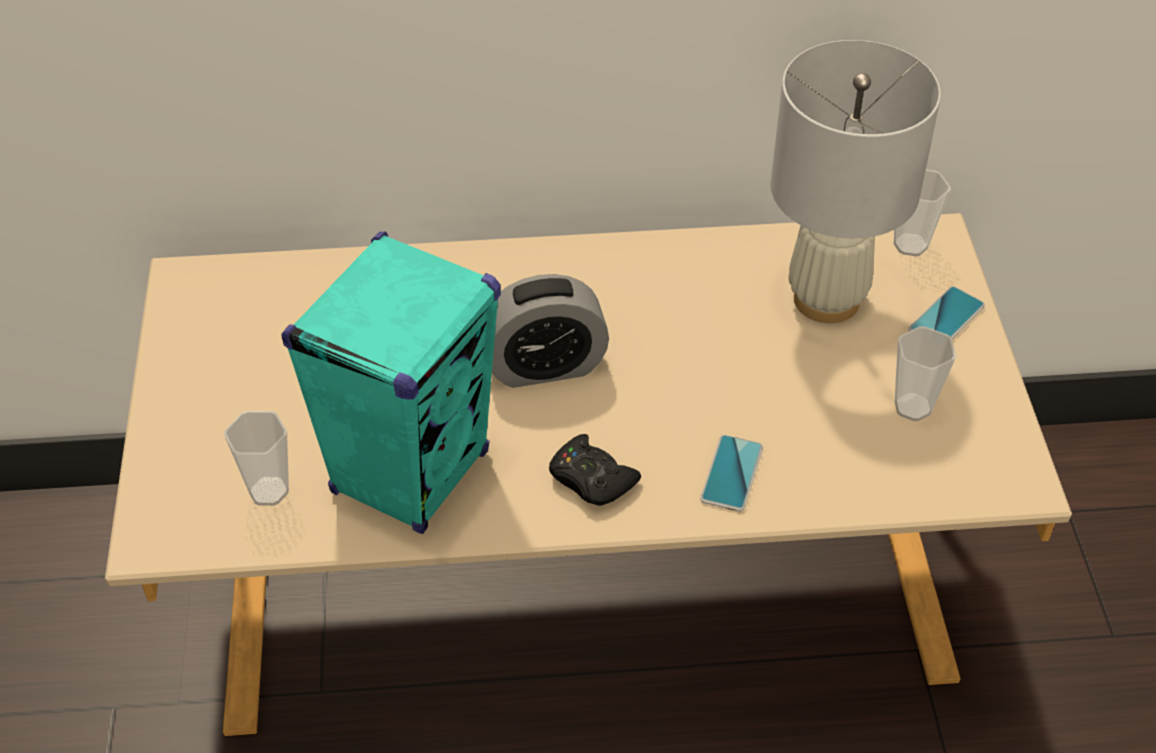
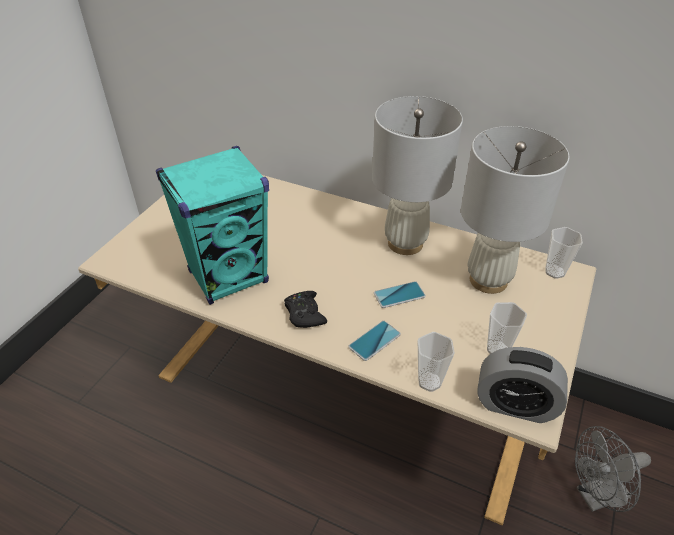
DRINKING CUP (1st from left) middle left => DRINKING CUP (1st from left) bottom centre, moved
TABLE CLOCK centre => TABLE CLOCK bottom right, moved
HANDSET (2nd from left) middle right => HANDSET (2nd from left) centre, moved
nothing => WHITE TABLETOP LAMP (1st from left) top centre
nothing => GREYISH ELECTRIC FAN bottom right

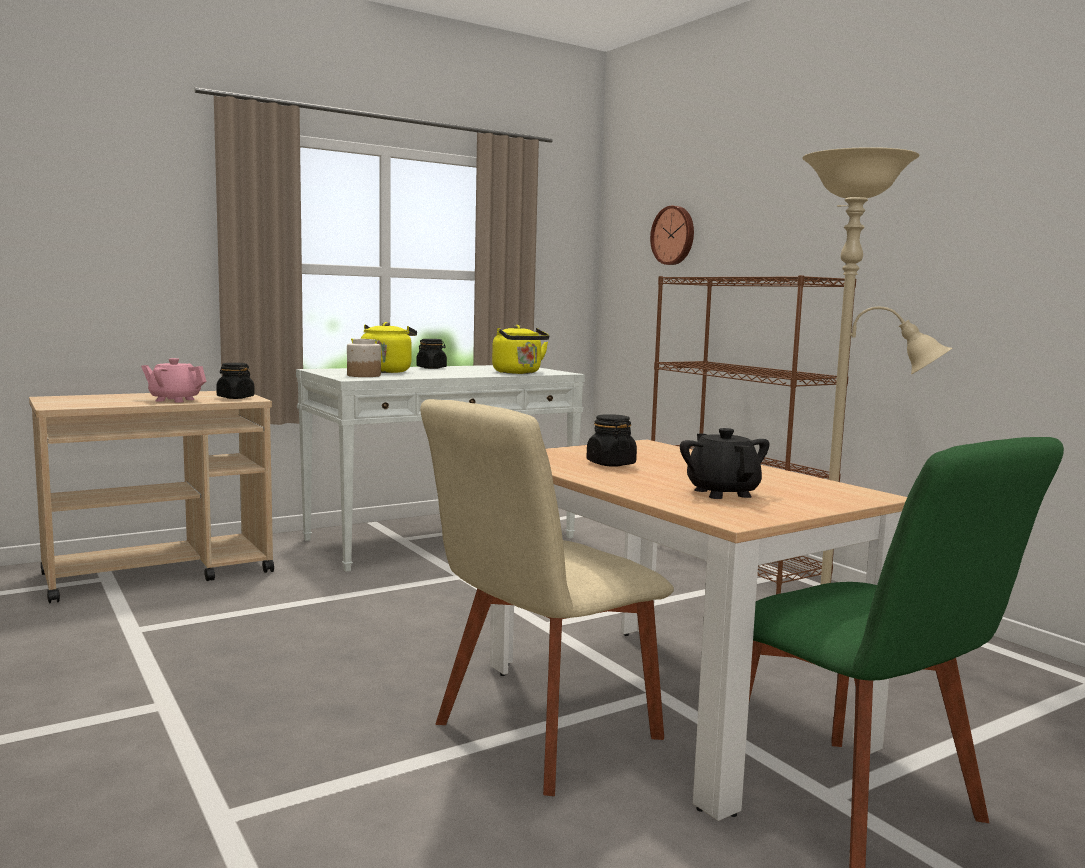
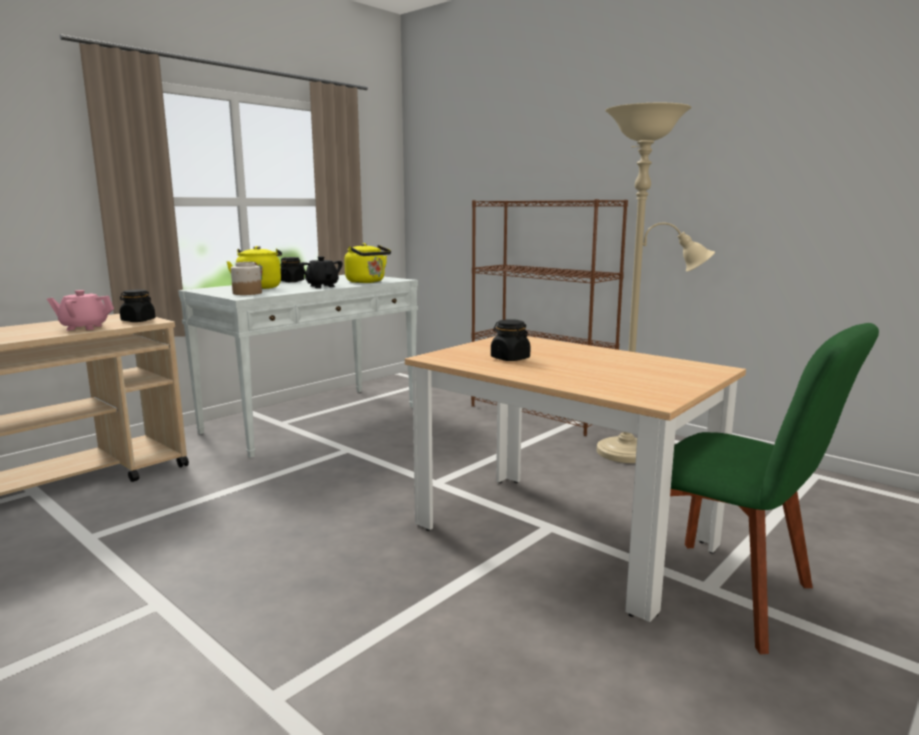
BEIGE-COLOURED PLAIN CHAIR bottom centre => nothing
CLOCK ON THE WALL top centre => nothing
BLACK TEA POT middle right => BLACK TEA POT centre, moved

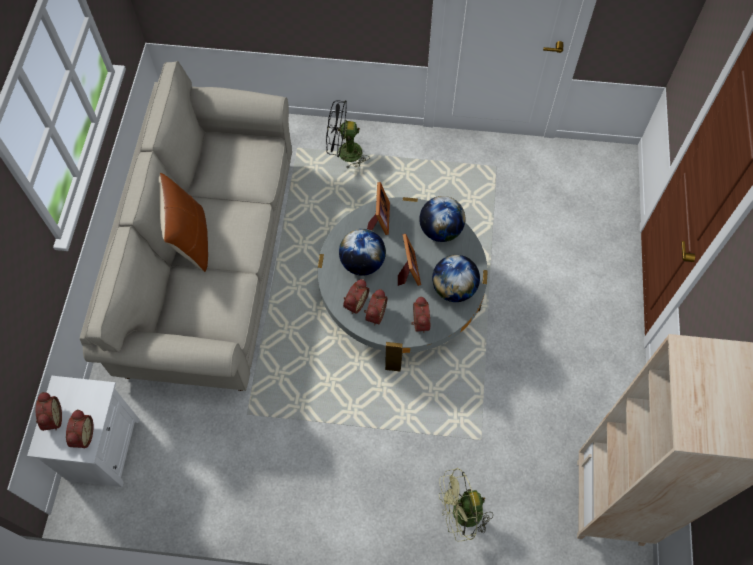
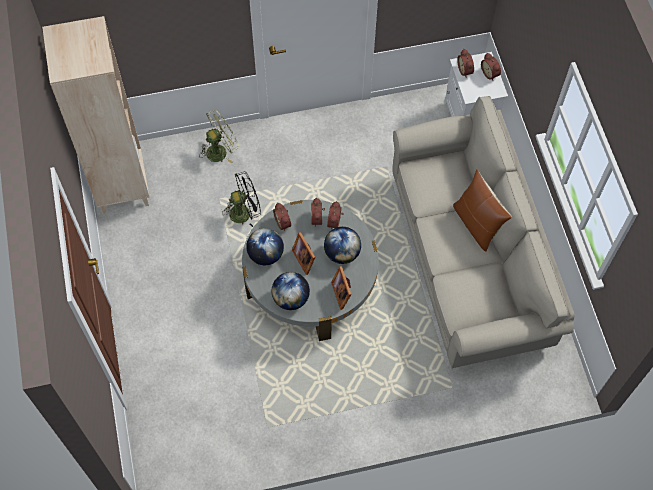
BLACK ELECTRIC FAN top centre => BLACK ELECTRIC FAN centre, moved

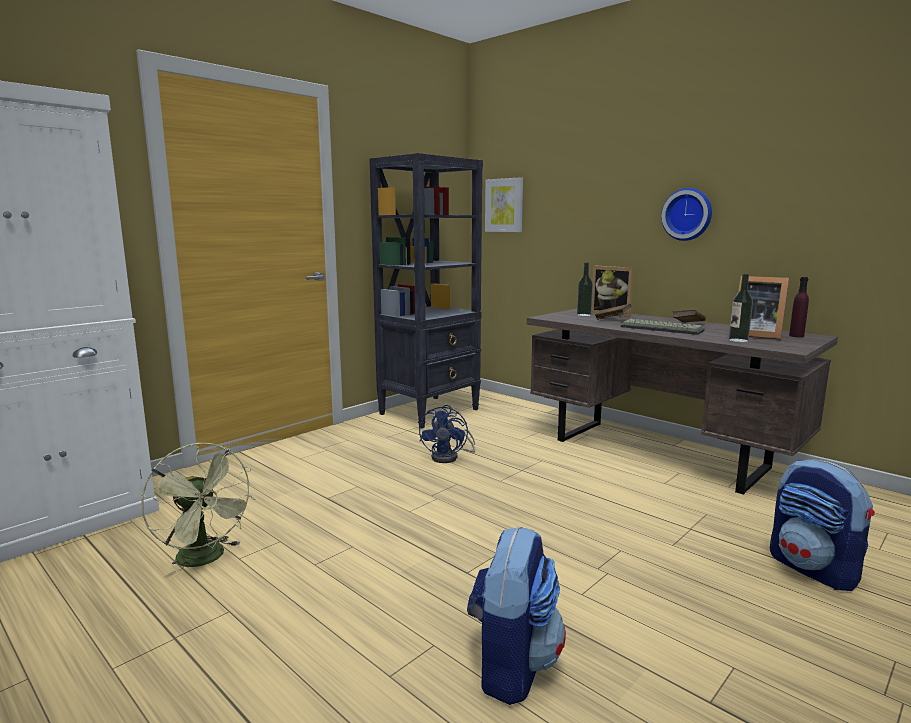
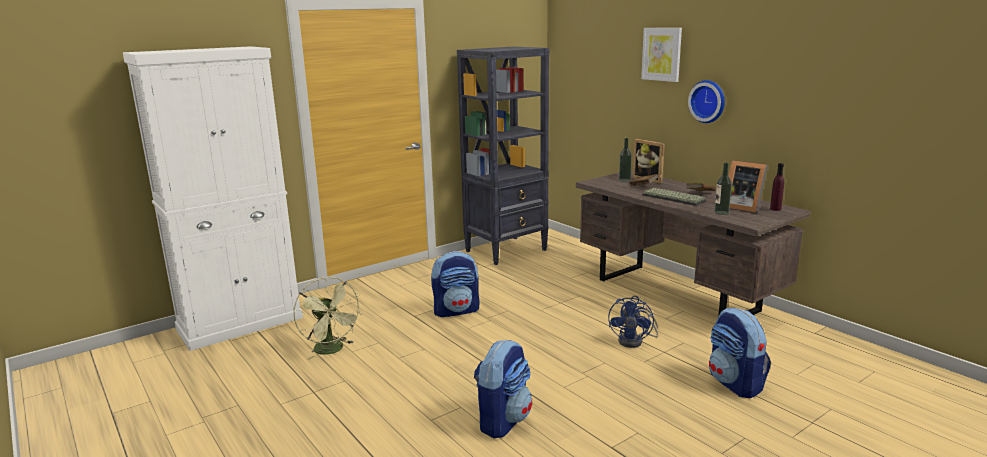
BLUE-COLOURED ELECTRIC FAN centre => BLUE-COLOURED ELECTRIC FAN bottom centre, moved
WALL ART top centre => WALL ART top right, moved
nothing => RUCKSACK (1st from left) centre

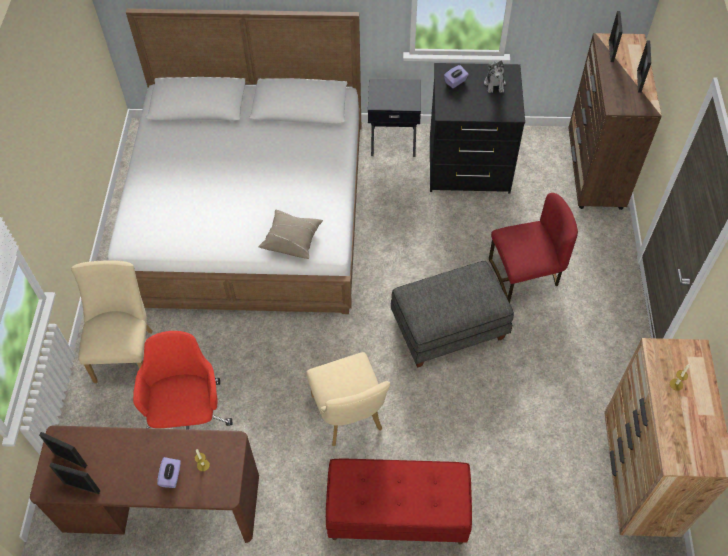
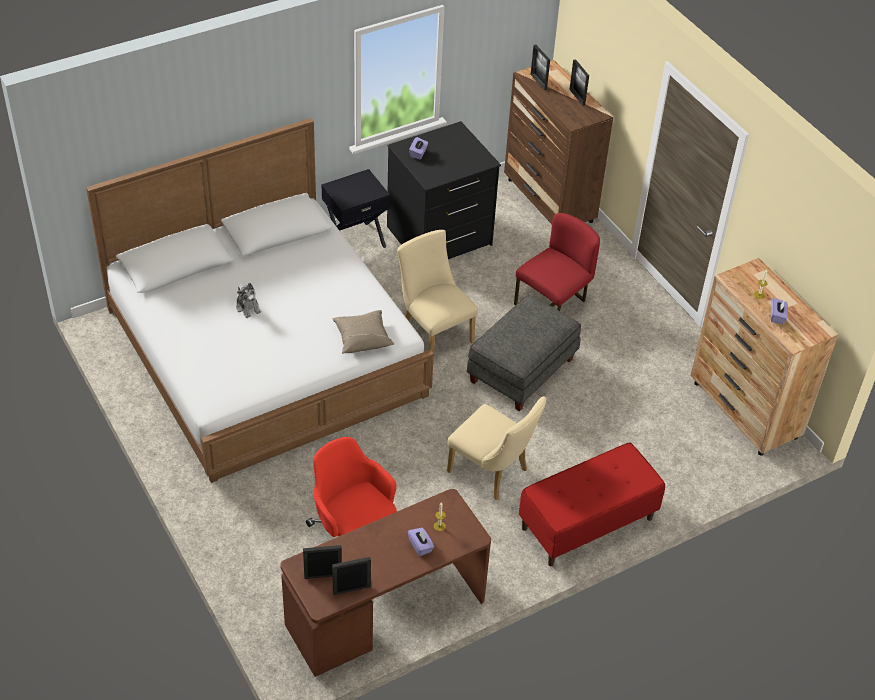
BEIGE-COLOURED PLAIN CHAIR (1st from left) middle left => BEIGE-COLOURED PLAIN CHAIR (1st from left) centre, moved
SOFT TOY top right => SOFT TOY middle left, moved
nothing => PURPLISH TISSUE HOLDER (3rd from left) middle right

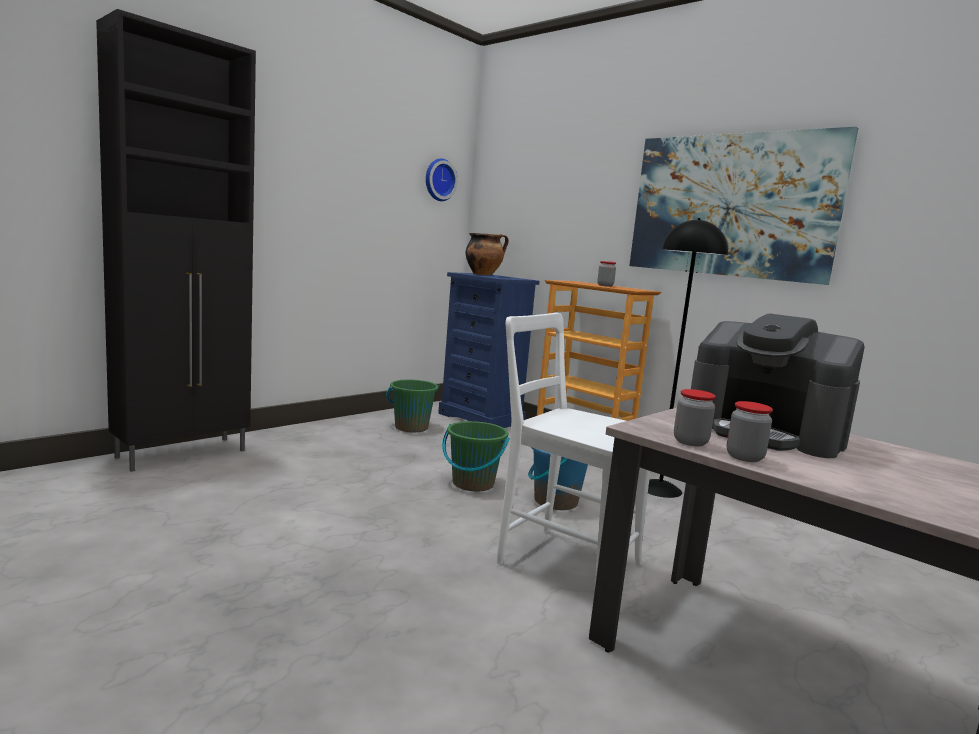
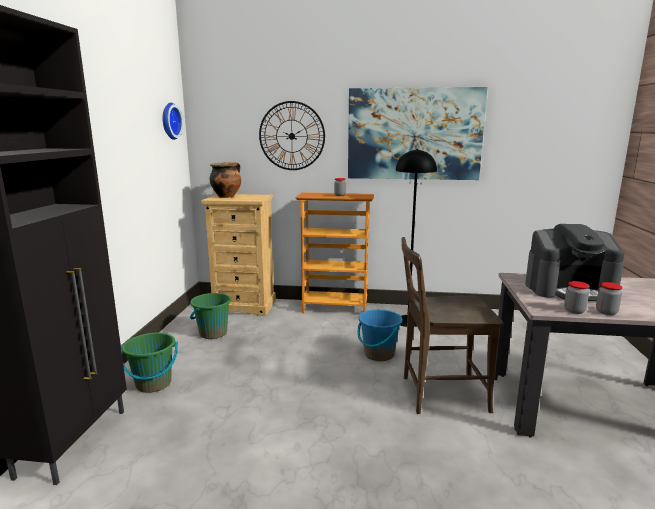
BLUE-COLOURED CHEST OF DRAWERS centre => BEIGE-COLOURED CHEST OF DRAWERS centre
GREEN WATER BUCKET (2nd from left in the first image) centre => GREEN WATER BUCKET (1st from left) bottom left, moved
WHITE PLAIN CHAIR centre => BROWN PLAIN CHAIR middle right
nothing => CLOCK ON THE WALL (2nd from left) top centre

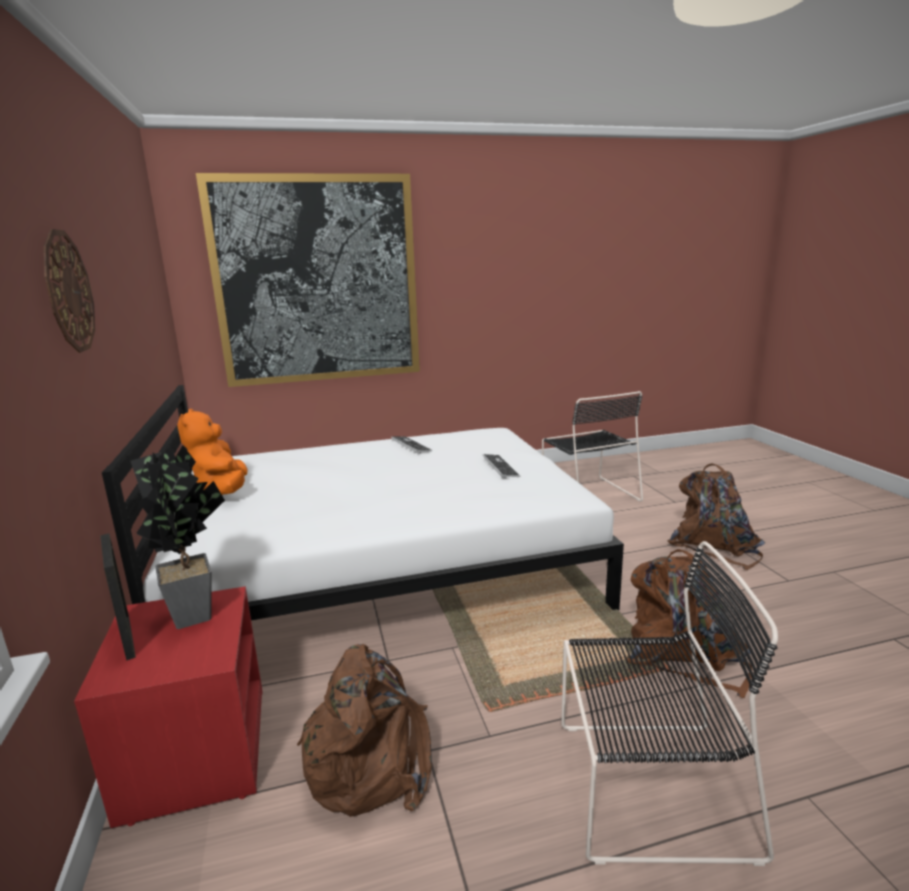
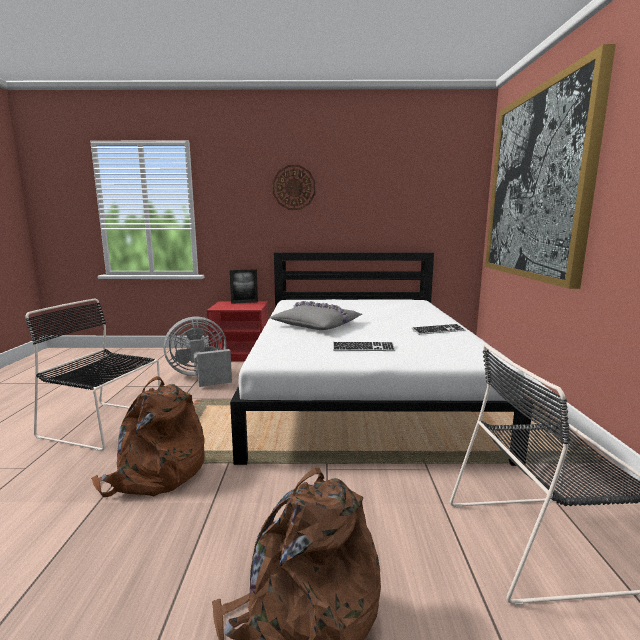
POTTED PLANT middle left => nothing
ORANGEY SOFT TOY middle left => nothing
BROWN RUCKSACK (1st from left) bottom centre => GREYISH ELECTRIC FAN middle left
BLACK PLAIN CHAIR (2nd from left in the first image) bottom right => BLACK PLAIN CHAIR (1st from left) middle left, 90 degrees clockwise
nothing => GREYISH THROW PILLOW centre

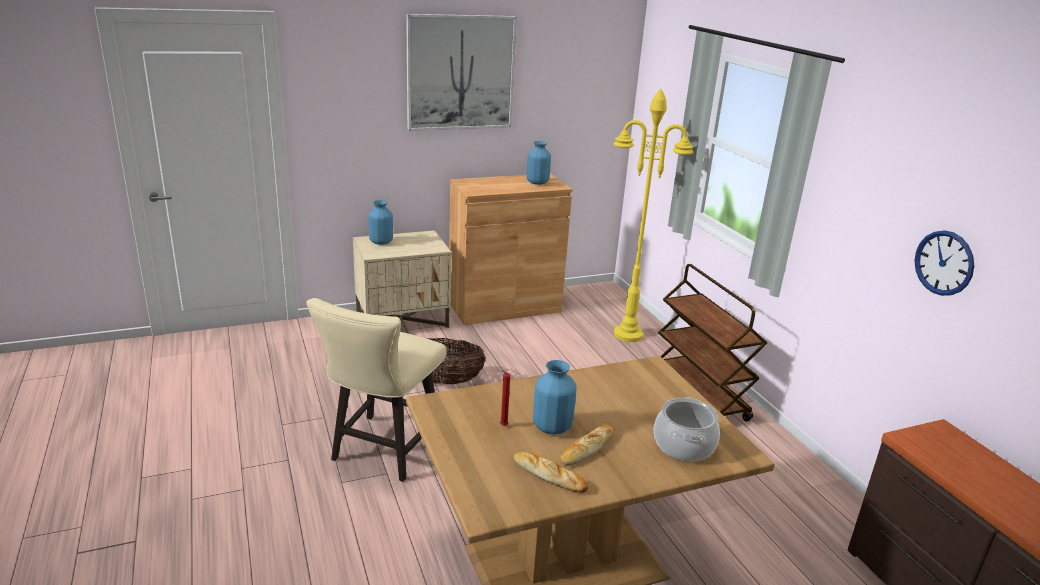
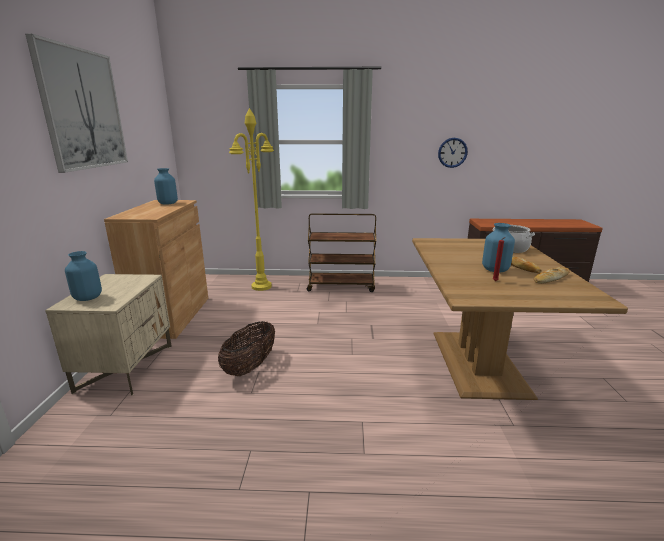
BEIGE-COLOURED PLAIN CHAIR bottom centre => nothing

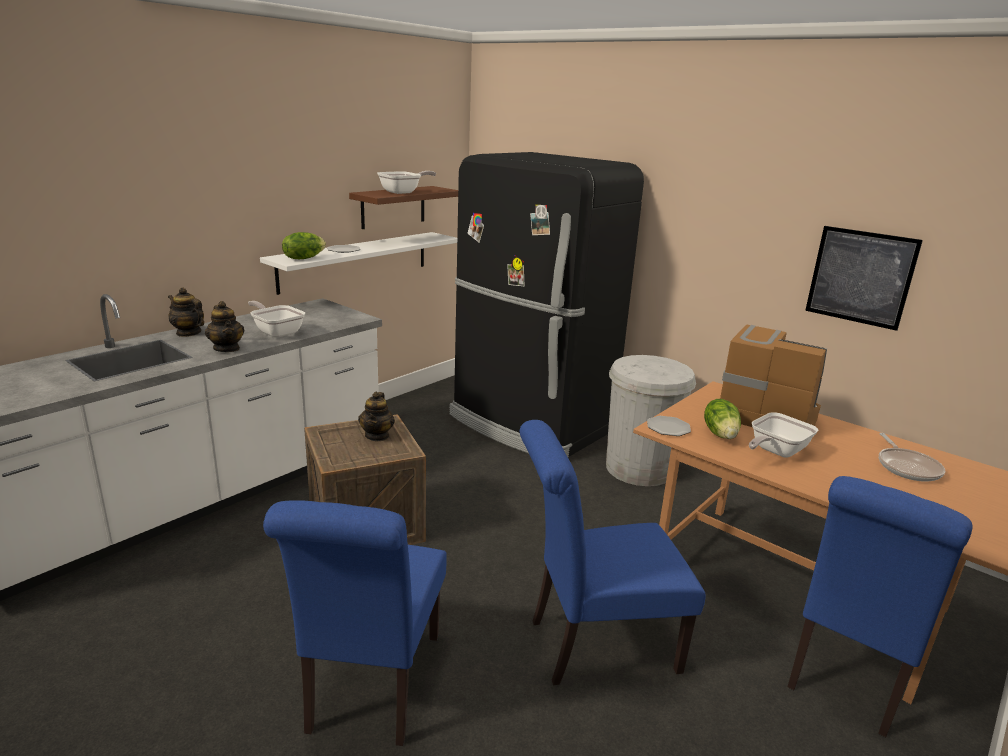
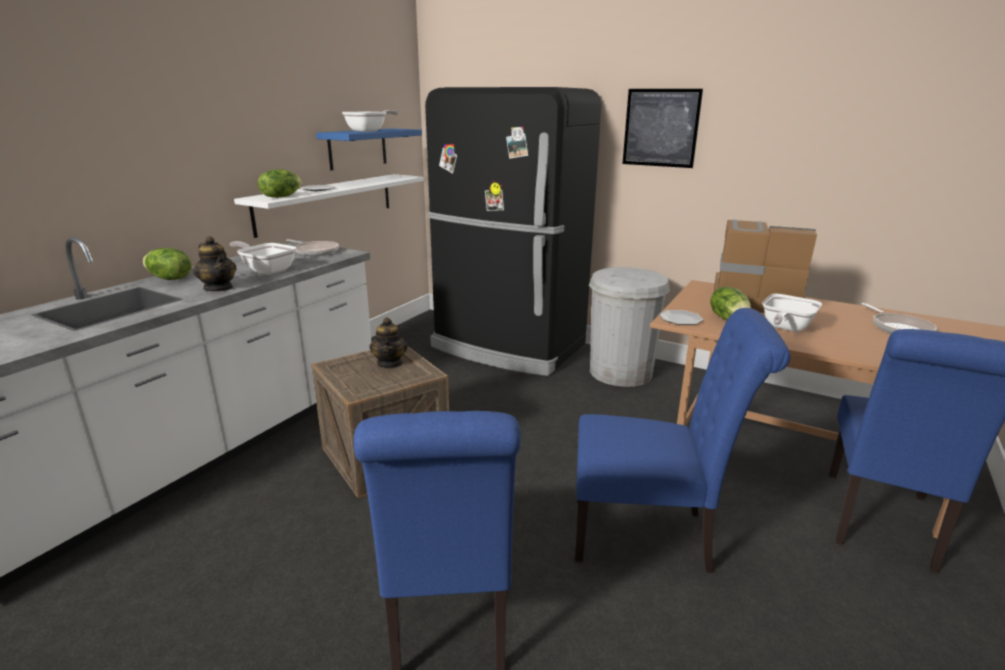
TEA POT (1st from left) middle left => HEAD OF LETTUCE (1st from left) middle left
BROWN SHELF top centre => BLUE-COLOURED SHELF top centre
BLUE-COLOURED PLAIN CHAIR (2nd from left) bottom centre => BLUE-COLOURED PLAIN CHAIR (2nd from left) middle right, 150 degrees counterclockwise
WALL ART middle right => WALL ART top centre, moved
nothing => SKILLET (2nd from left) middle left

